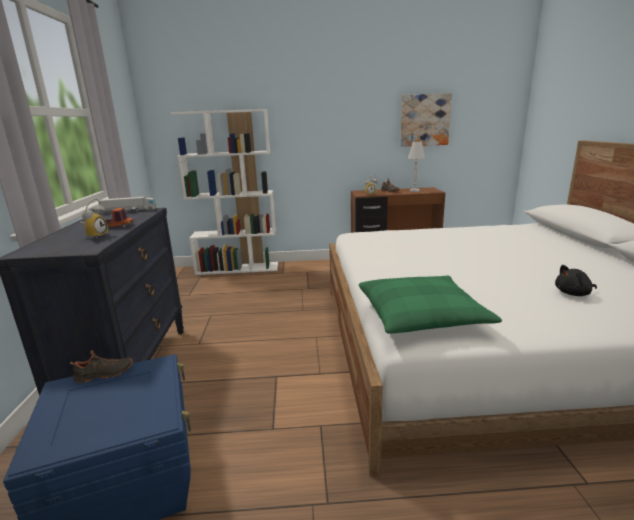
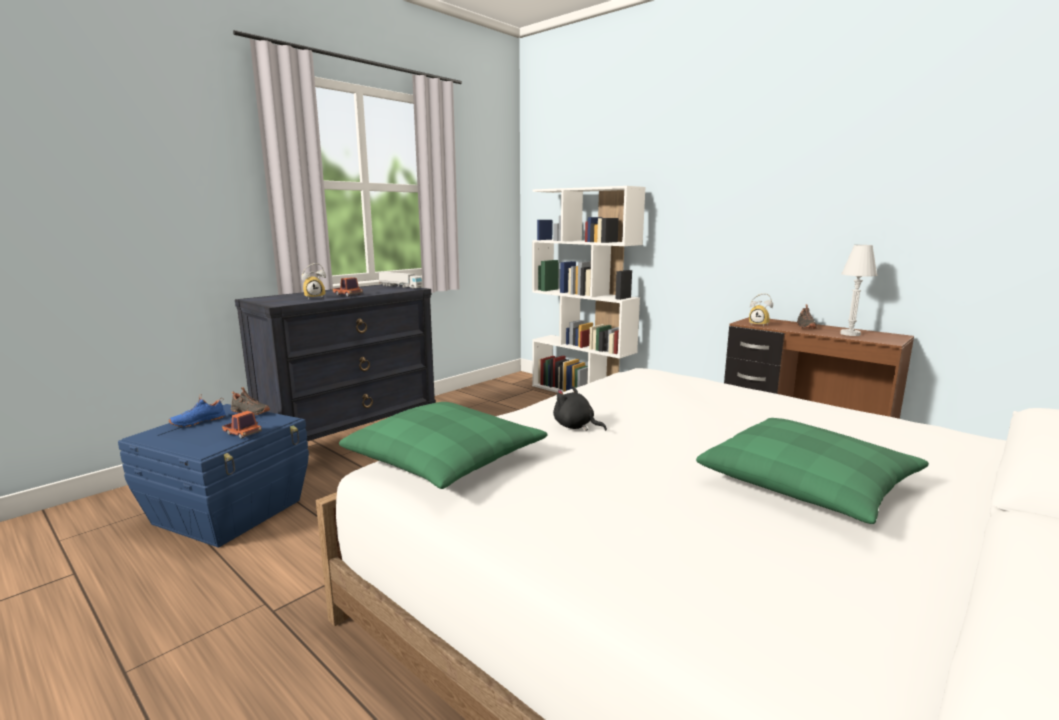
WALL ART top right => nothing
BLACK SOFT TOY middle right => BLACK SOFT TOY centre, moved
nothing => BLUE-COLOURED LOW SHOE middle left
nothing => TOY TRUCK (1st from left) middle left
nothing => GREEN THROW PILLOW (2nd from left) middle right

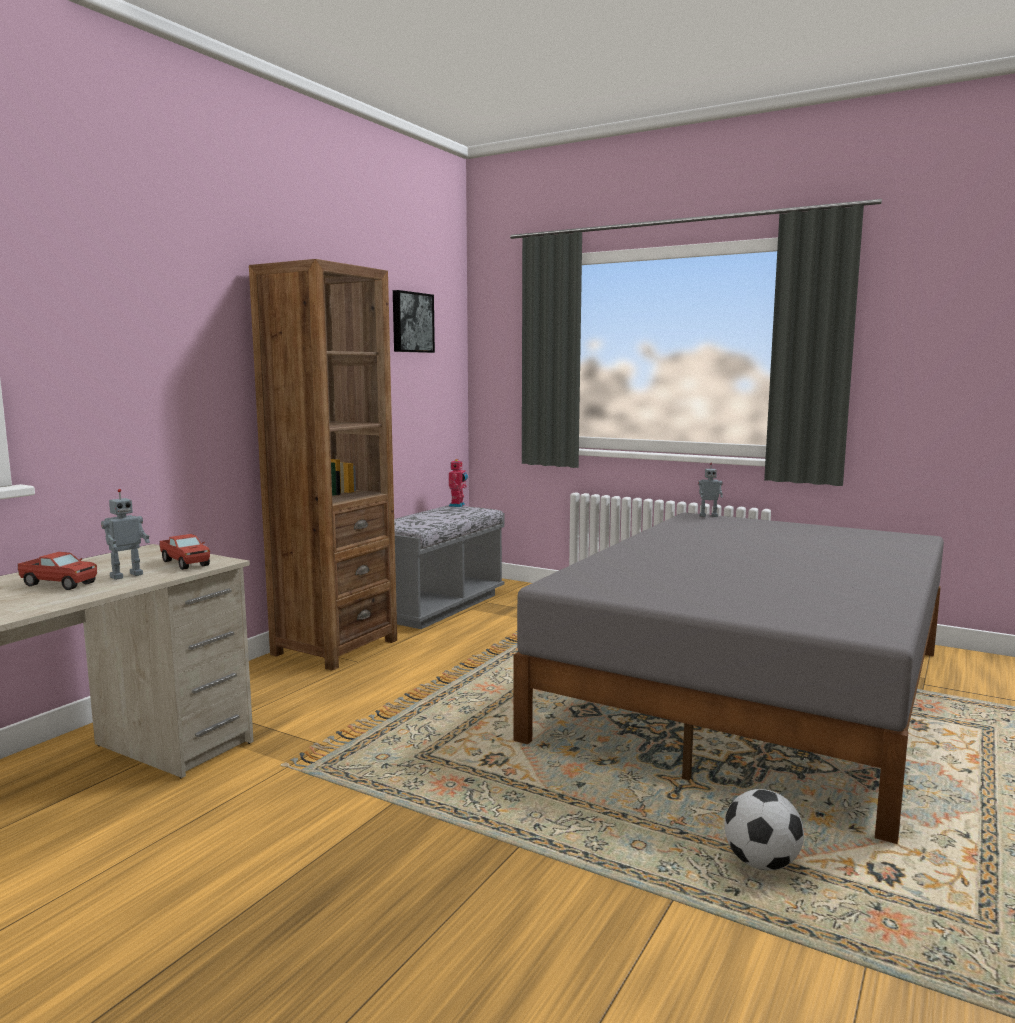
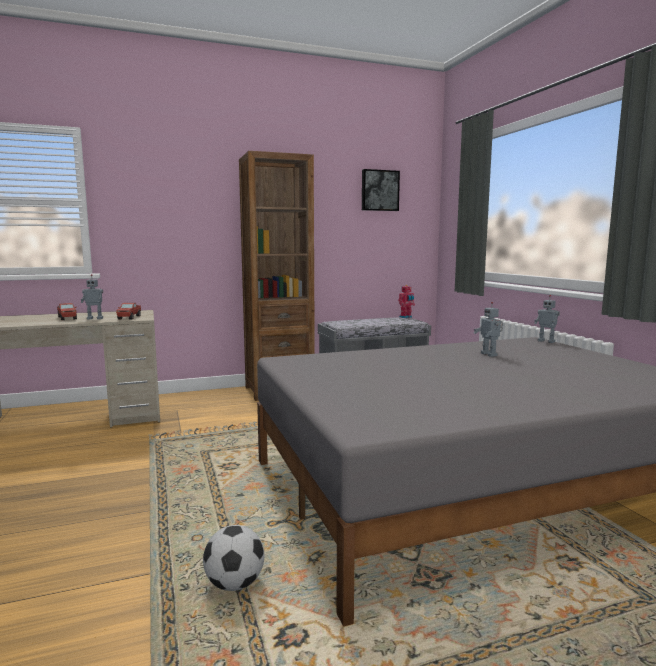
nothing => ROBOT FIGURE (3rd from left) middle right

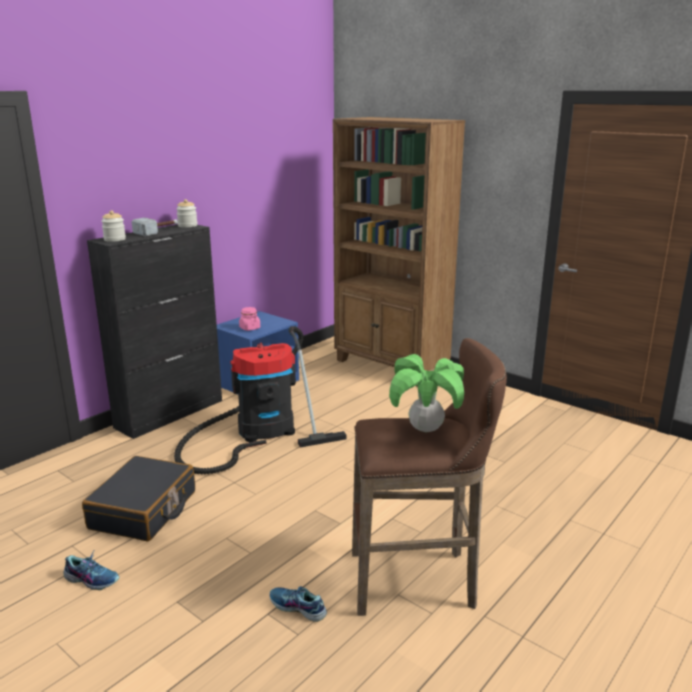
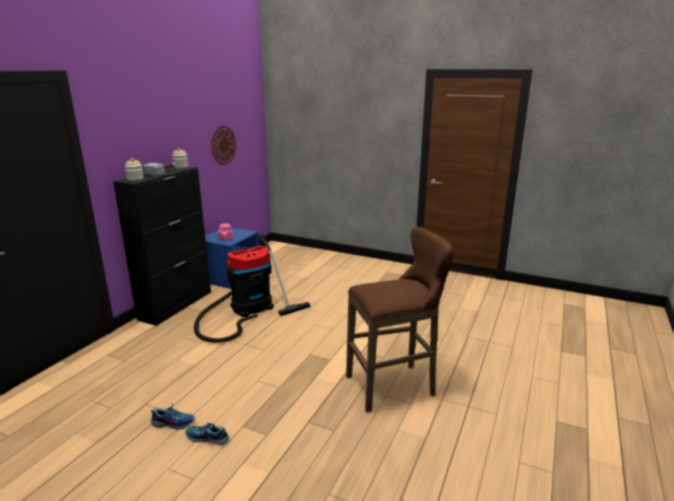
BLACK SUITCASE bottom left => nothing
LOW SHOE (2nd from left) bottom centre => LOW SHOE (2nd from left) bottom left, moved
BROWN BOOKSHELF centre => nothing
POTTED PLANT centre => nothing
nothing => CLOCK ON THE WALL top left

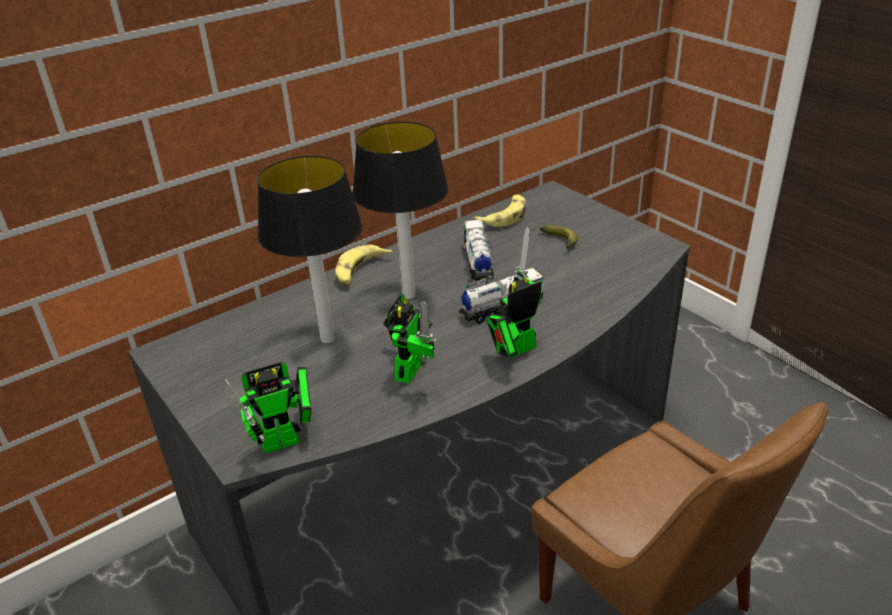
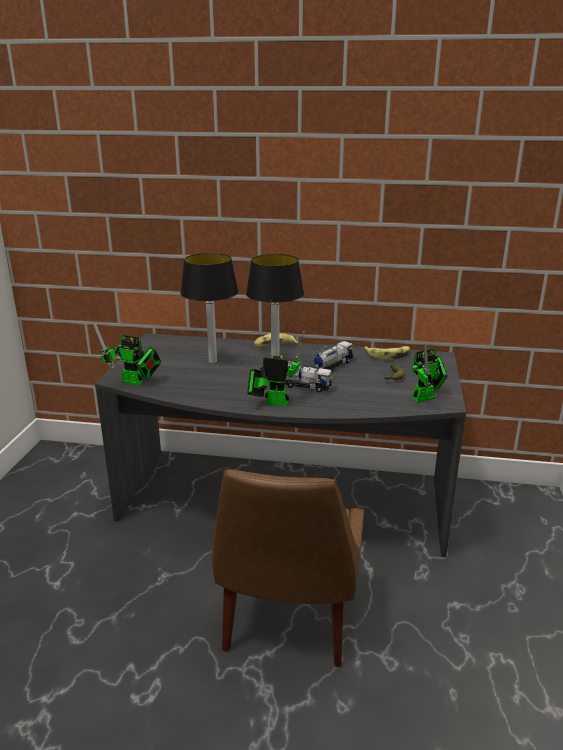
ROBOT FIGURE (2nd from left in the first image) centre => ROBOT FIGURE (3rd from left) middle right, moved

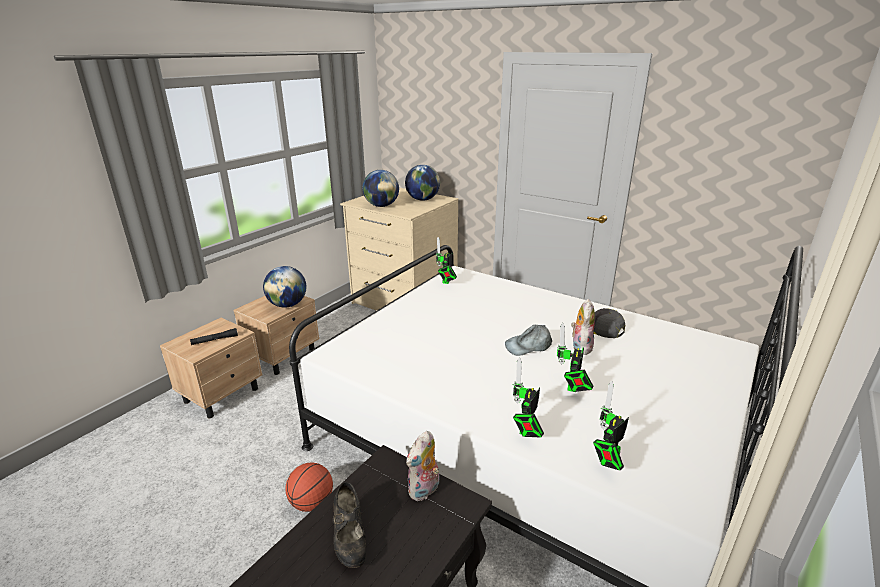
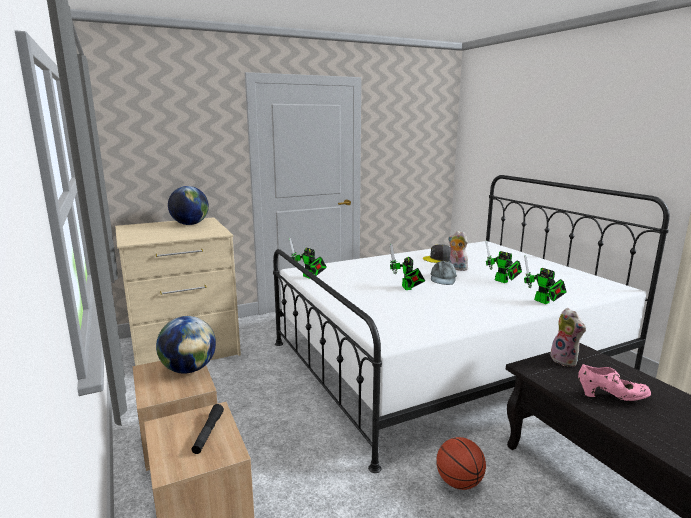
BLACK LOW SHOE bottom centre => PINK-COLOURED LOW SHOE bottom right
DESK GLOBE (2nd from left) top centre => nothing
ROBOT FIGURE (4th from left in the first image) bottom right => ROBOT FIGURE (2nd from left) centre, moved

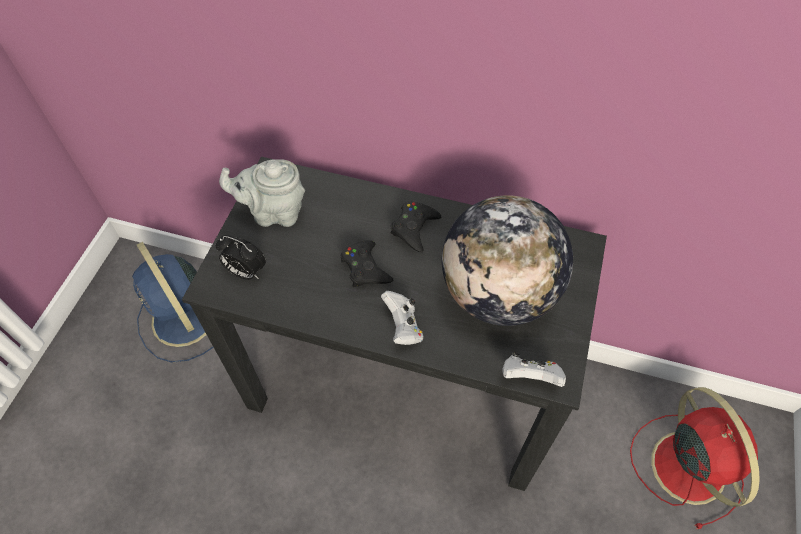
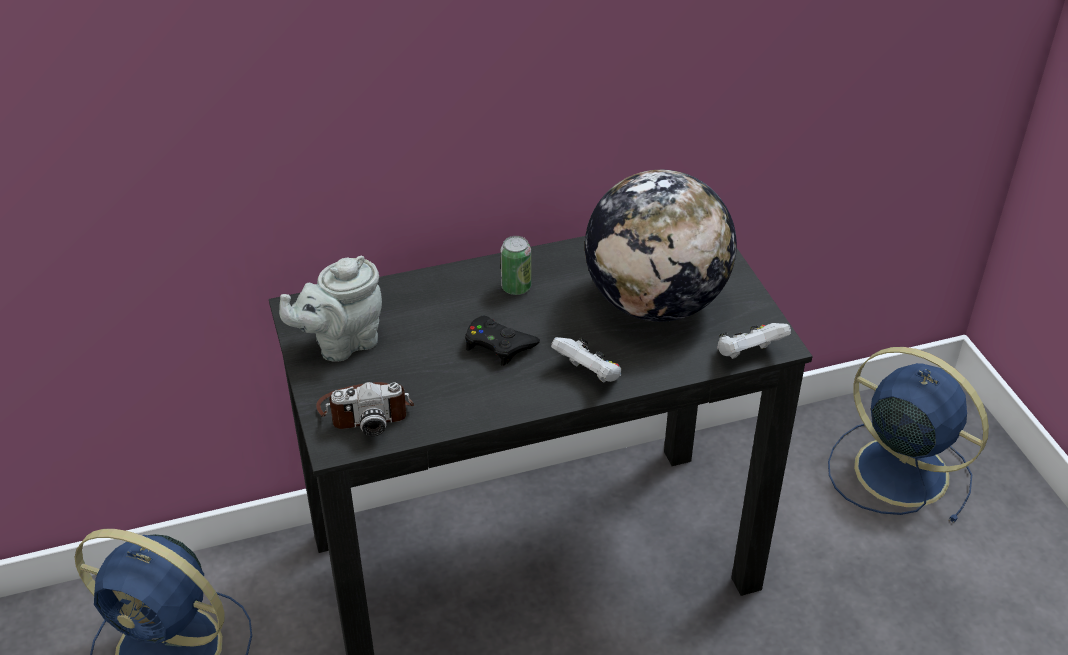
TABLE CLOCK middle left => PHOTO CAMERA centre
BLACK GAME CONTROLLER (2nd from left) centre => CAN centre
RED-COLOURED ELECTRIC FAN bottom right => BLUE-COLOURED ELECTRIC FAN (2nd from left) middle right

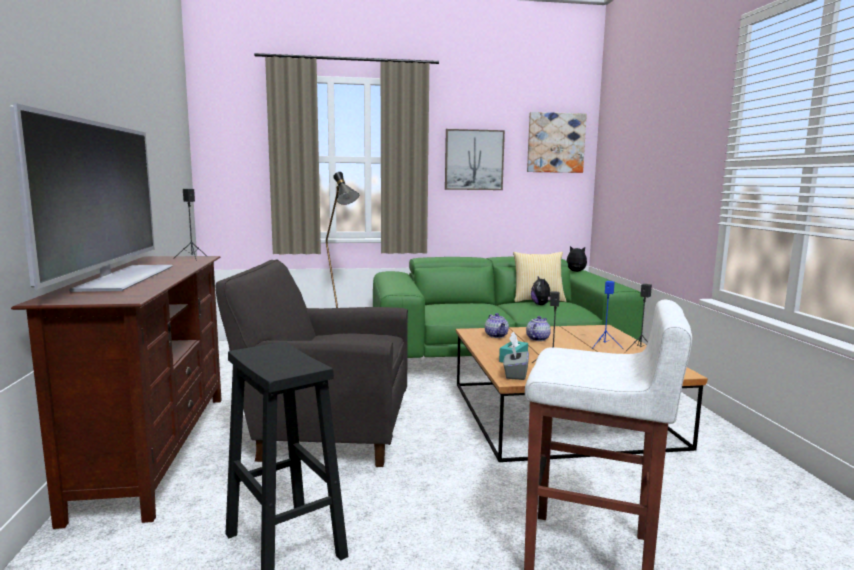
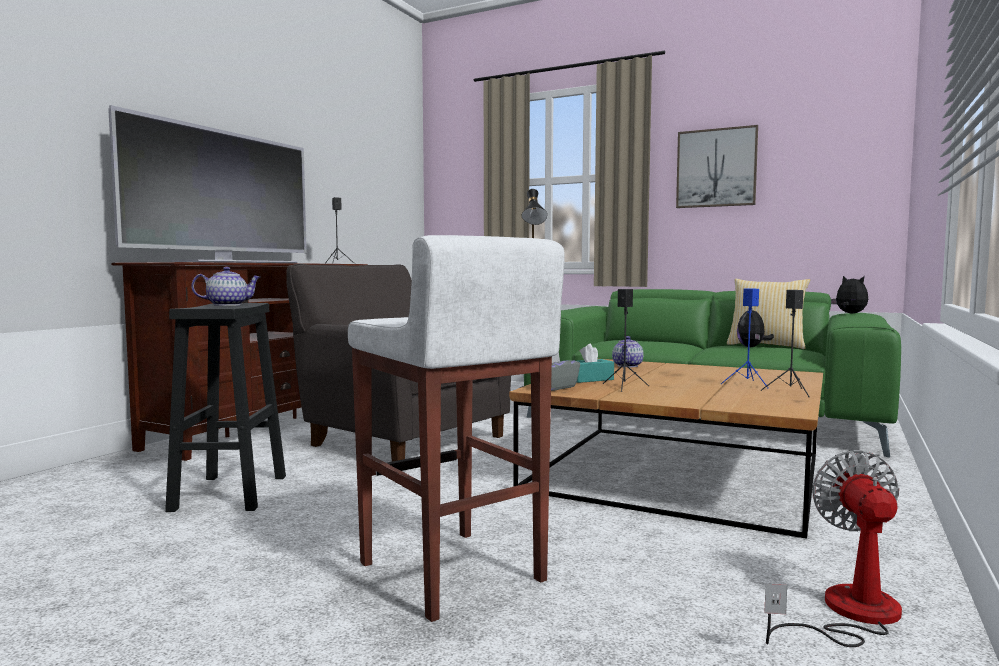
TEA POT (2nd from left in the first image) centre => TEA POT (1st from left) middle left, moved
WALL ART (2nd from left) top centre => nothing
nothing => ELECTRIC FAN bottom right

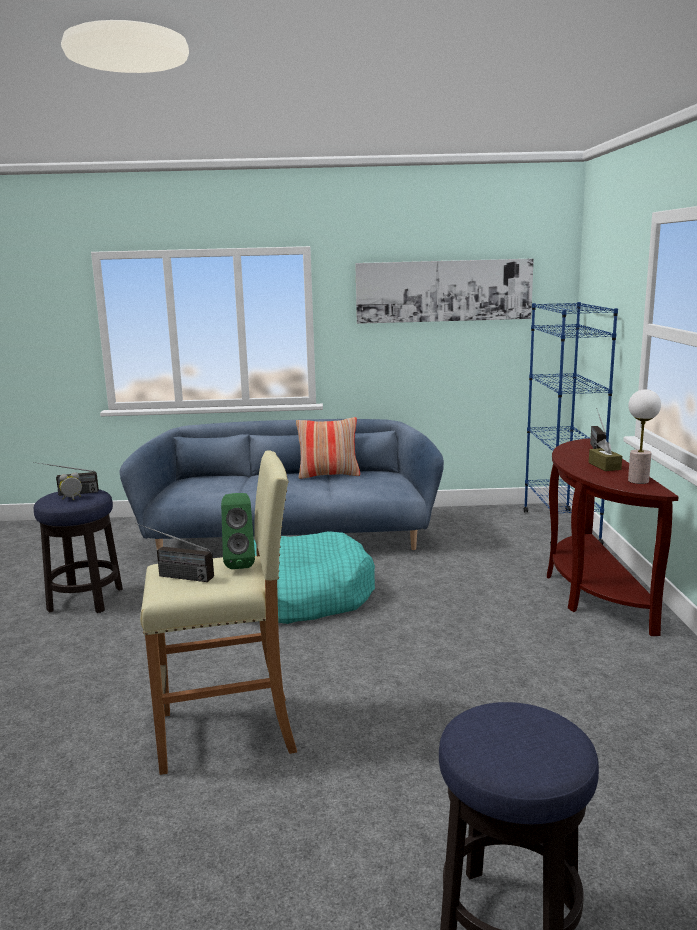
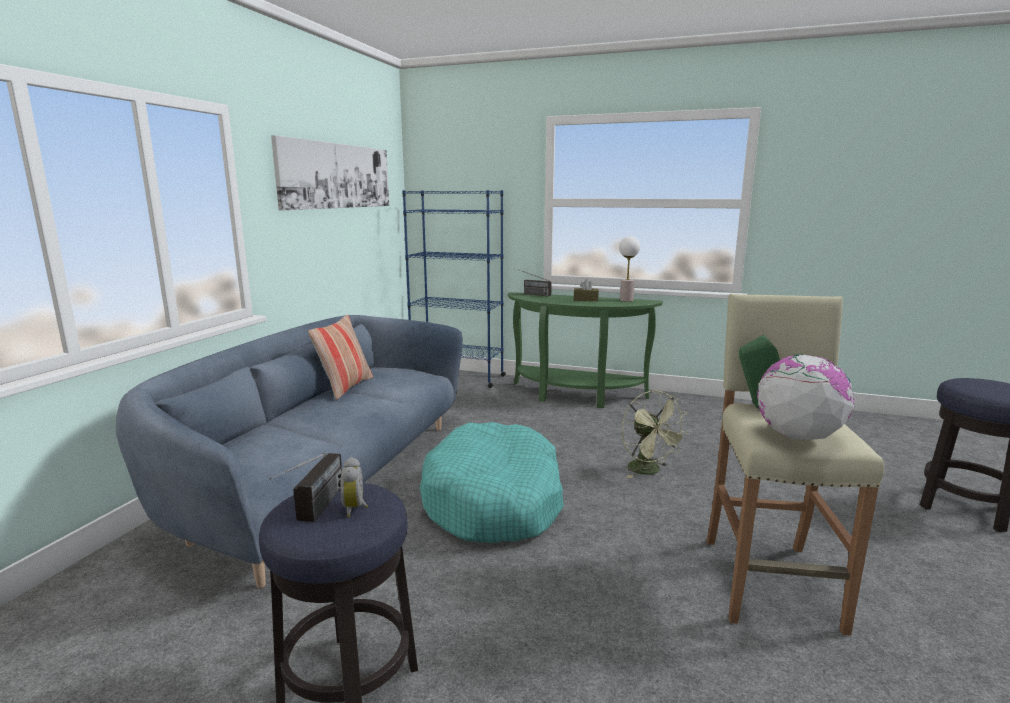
RADIO (2nd from left) middle left => DESK GLOBE middle right
BROWN CONSOLE TABLE middle right => GREEN CONSOLE TABLE centre
nothing => GREEN ELECTRIC FAN centre

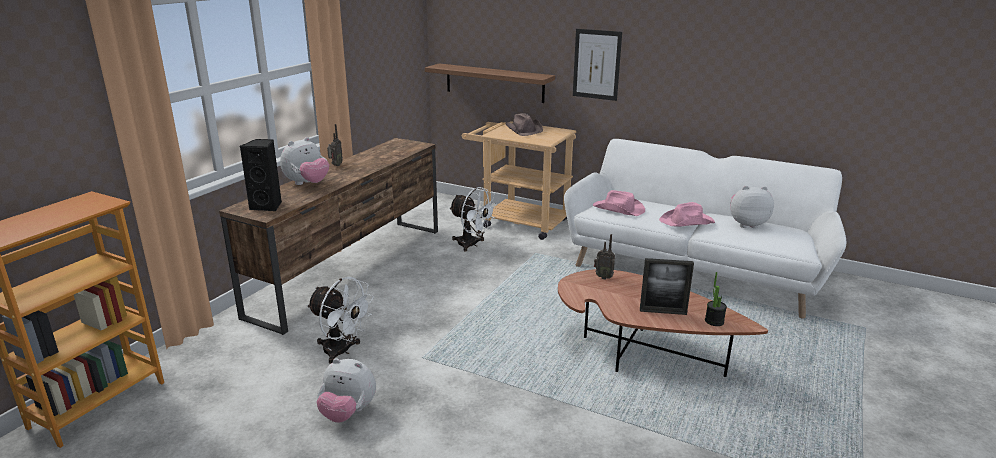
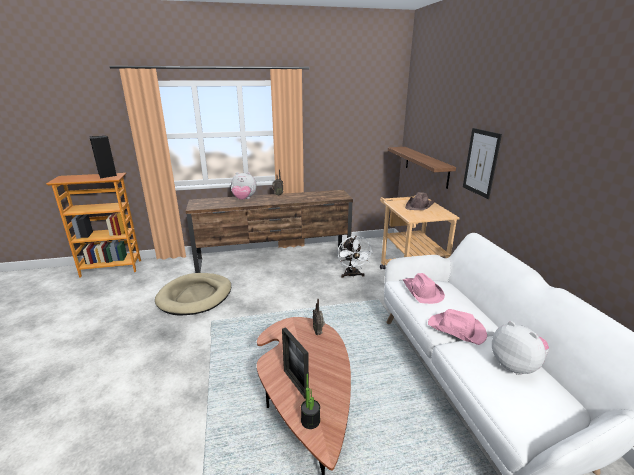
BLACK SPEAKER middle left => BLACK SPEAKER top left, moved
WHITE ELECTRIC FAN (1st from left) bottom centre => BEIGE-COLOURED PET BED middle left
SOFT TOY (2nd from left) bottom centre => nothing

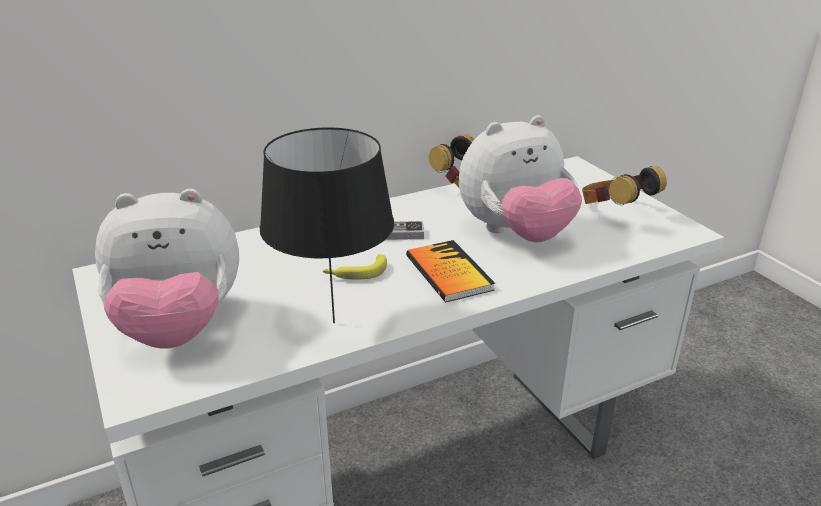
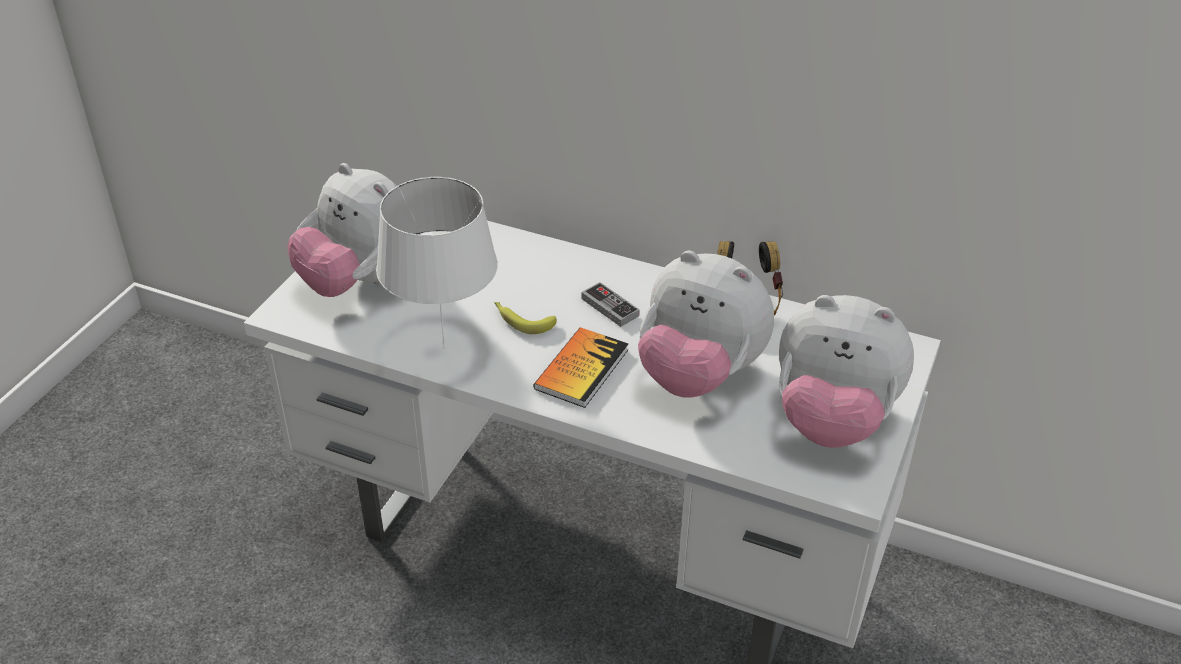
BLACK TABLETOP LAMP centre => WHITE TABLETOP LAMP centre
PAIR OF HEADPHONES (2nd from left) middle right => SOFT TOY (3rd from left) middle right

